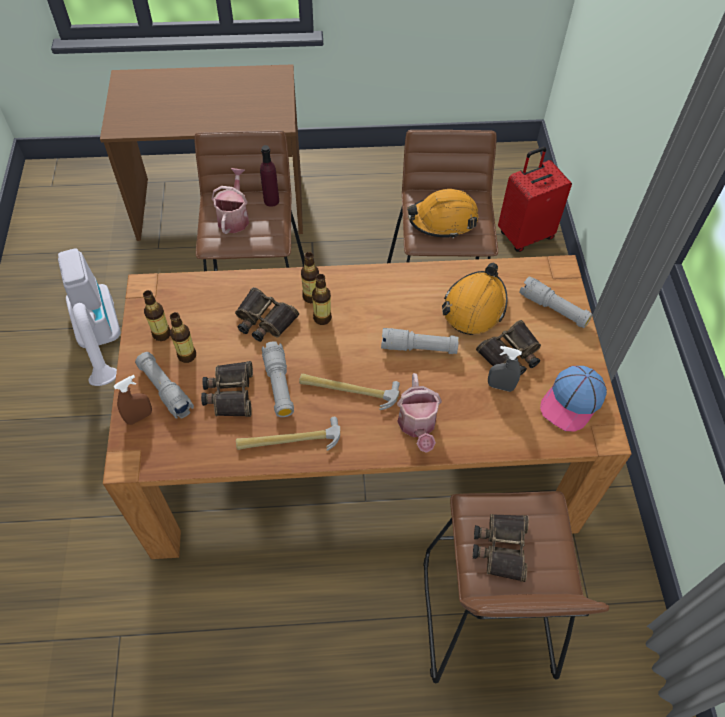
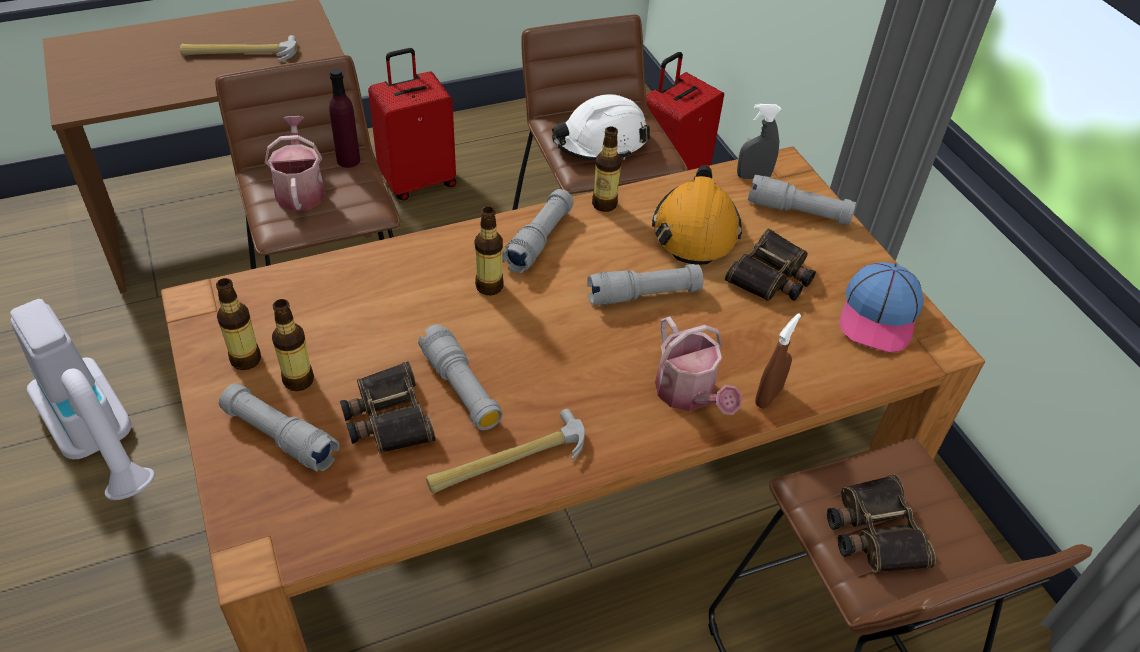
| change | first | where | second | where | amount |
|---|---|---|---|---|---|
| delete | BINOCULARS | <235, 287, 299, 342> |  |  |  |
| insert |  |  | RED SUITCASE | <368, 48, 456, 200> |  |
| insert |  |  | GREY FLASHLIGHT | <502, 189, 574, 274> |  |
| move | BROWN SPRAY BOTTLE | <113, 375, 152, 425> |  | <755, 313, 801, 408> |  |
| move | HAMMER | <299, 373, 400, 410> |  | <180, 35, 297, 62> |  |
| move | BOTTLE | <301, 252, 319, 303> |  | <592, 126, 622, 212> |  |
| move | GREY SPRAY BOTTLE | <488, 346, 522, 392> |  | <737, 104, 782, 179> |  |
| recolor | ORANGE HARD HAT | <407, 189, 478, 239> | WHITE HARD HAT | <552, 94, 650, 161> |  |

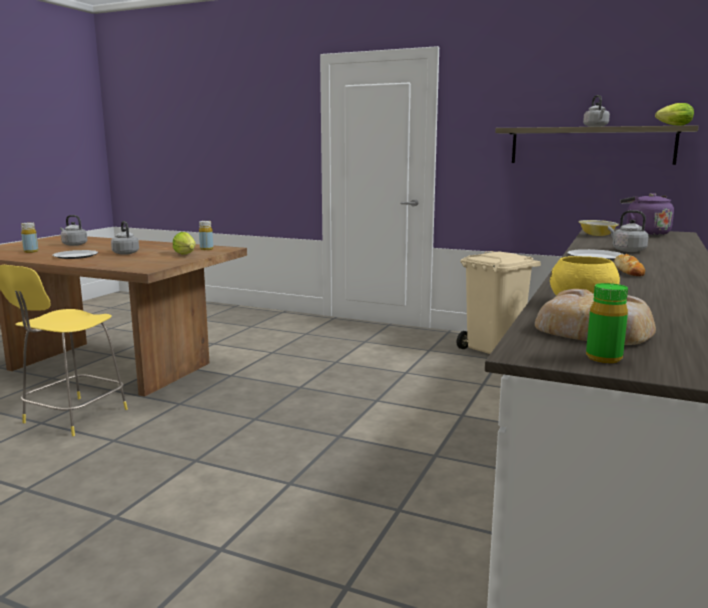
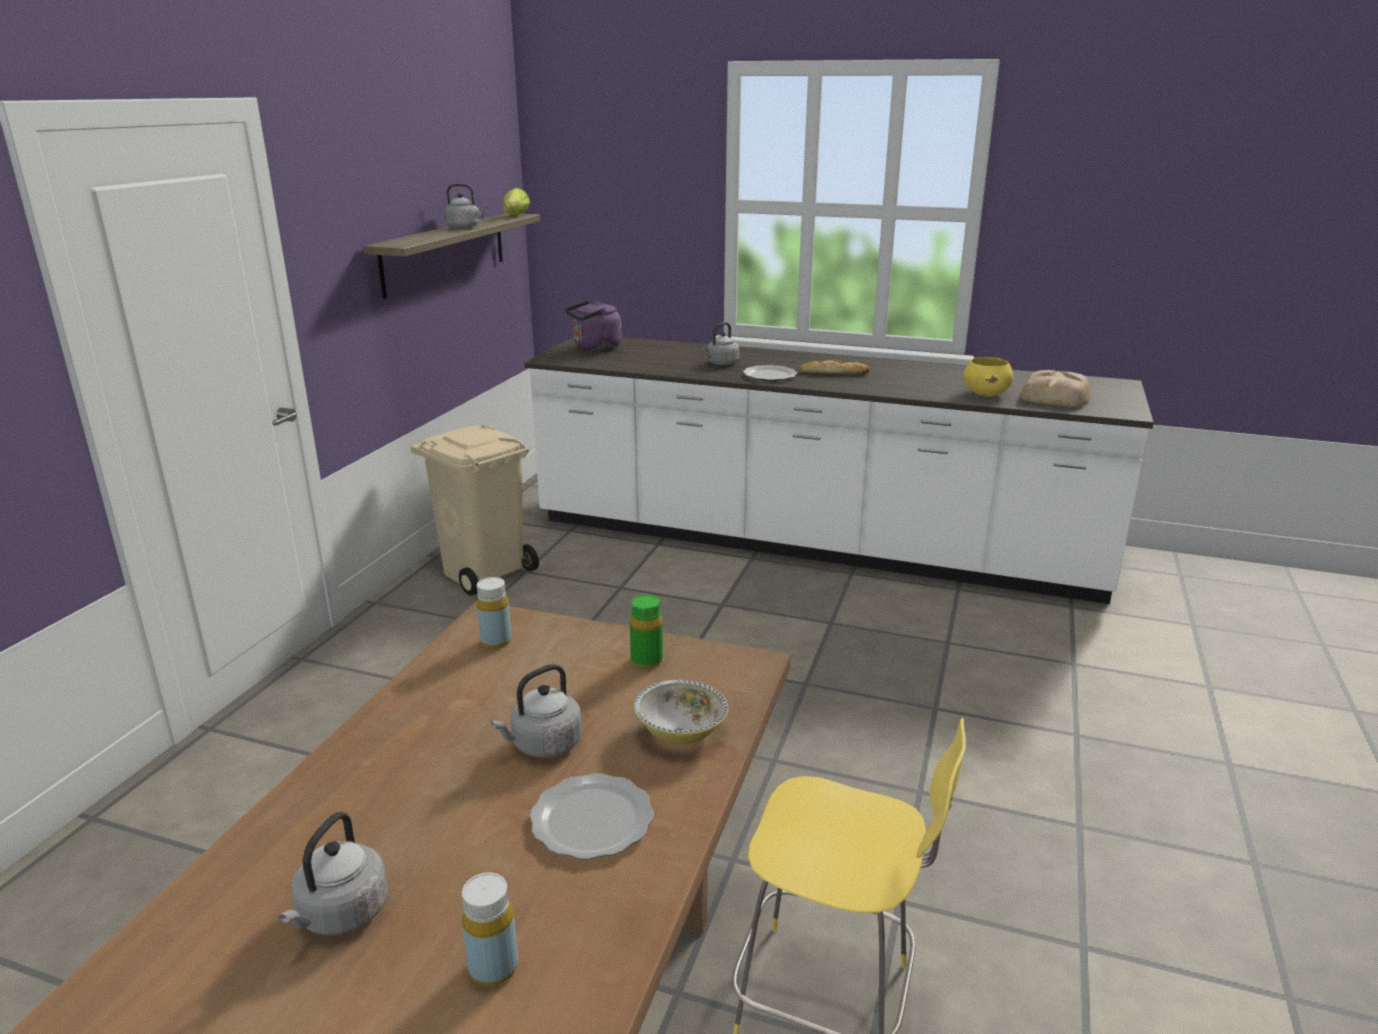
| change | first | where | second | where | amount |
|---|---|---|---|---|---|
| delete | LETTUCE | <173, 232, 196, 255> |  |  |  |
| move | BOWL | <579, 220, 619, 236> |  | <633, 680, 728, 745> |  |
| move | GREEN BOTTLE | <586, 283, 628, 363> |  | <630, 595, 663, 669> |  |

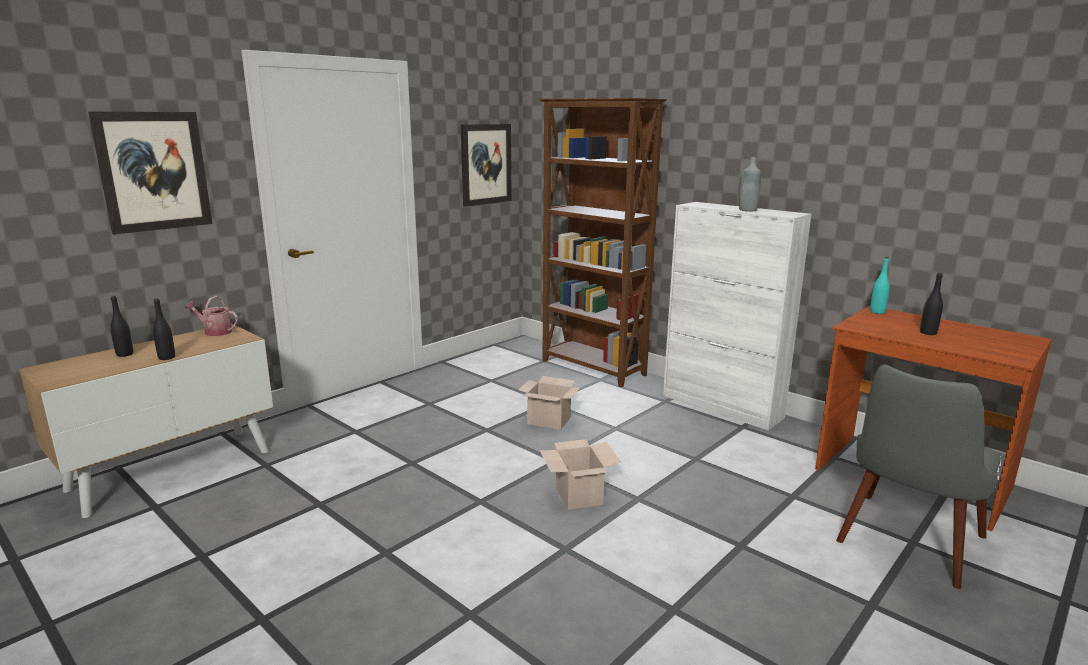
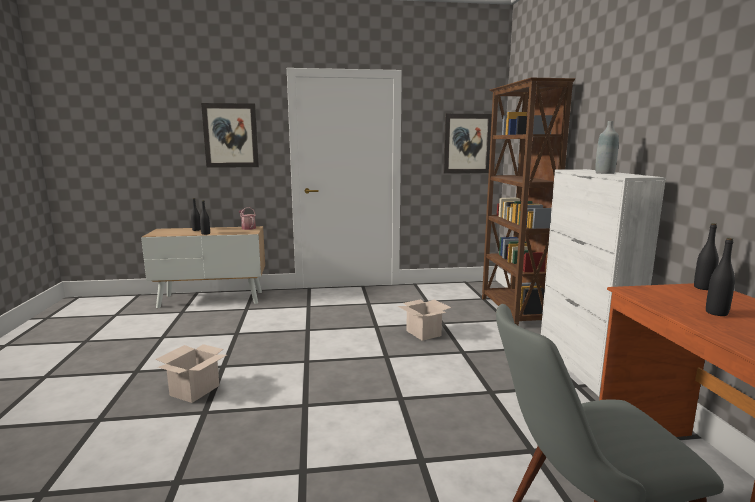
| change | first | where | second | where | amount |
|---|---|---|---|---|---|
| move | CARDBOARD BOX | <539, 439, 621, 510> |  | <155, 344, 227, 403> |  |
| recolor | TURQUOISE BOTTLE | <870, 257, 890, 314> | BLACK BOTTLE | <694, 223, 719, 290> |  |

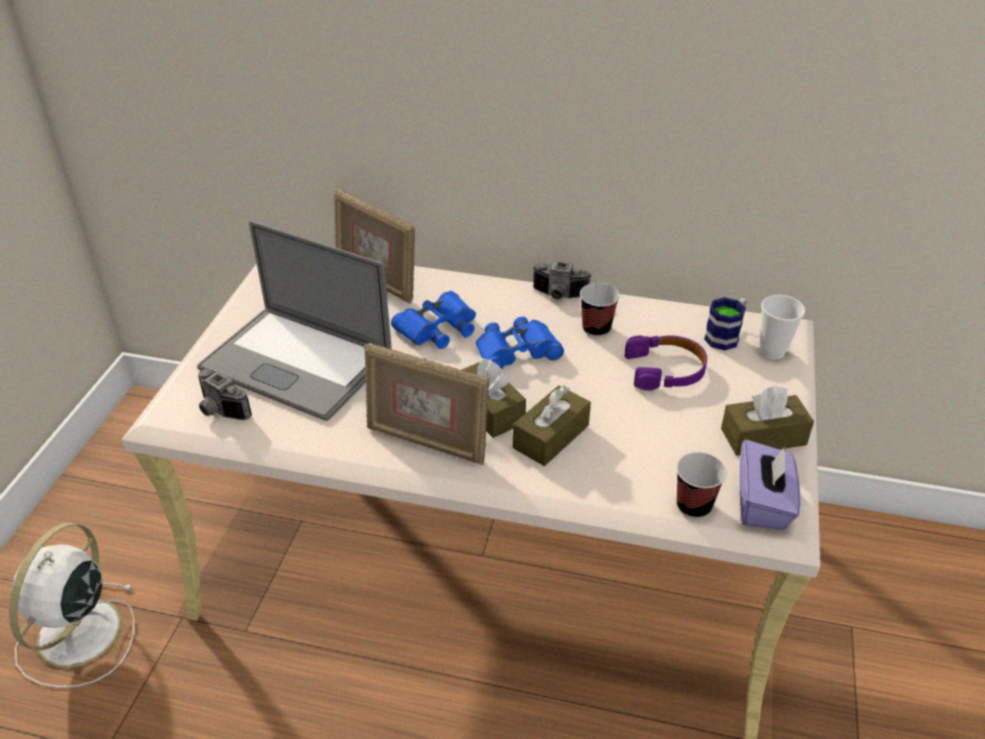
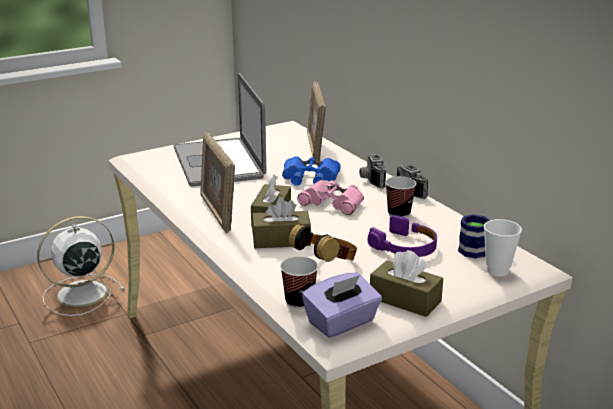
| change | first | where | second | where | amount |
|---|---|---|---|---|---|
| insert |  |  | HEADPHONES | <289, 224, 357, 262> |  |
| move | PHOTO CAMERA | <198, 369, 252, 420> |  | <360, 153, 386, 189> |  |
| recolor | BLUE BINOCULARS | <476, 317, 564, 369> | PINK BINOCULARS | <297, 179, 364, 215> |  |

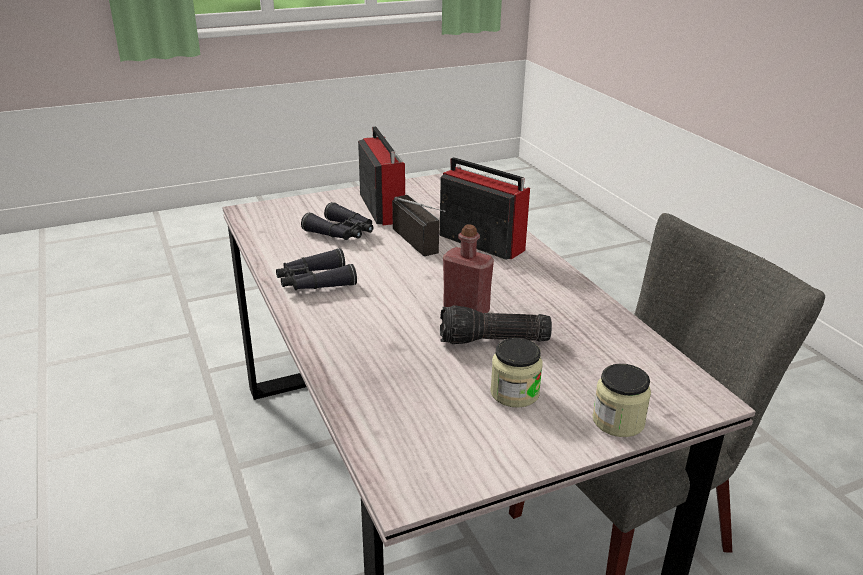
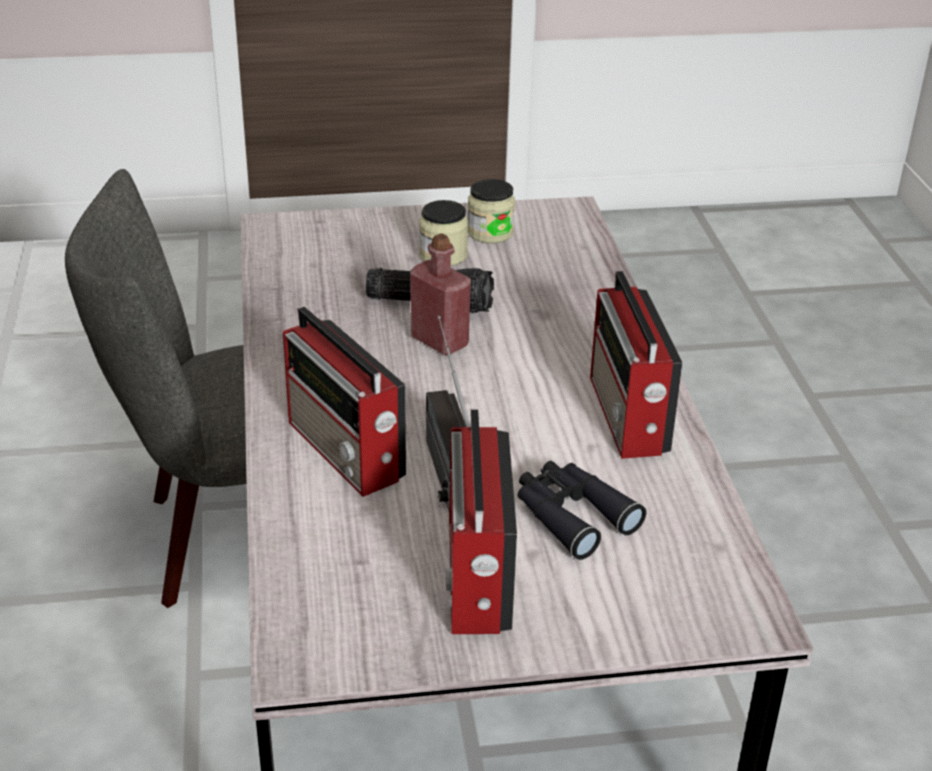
| change | first | where | second | where | amount |
|---|---|---|---|---|---|
| move | JAR | <592, 364, 651, 437> |  | <468, 179, 515, 243> |  |
| replace | BLACK BINOCULARS | <276, 248, 357, 290> | RADIO | <590, 271, 683, 459> |  |

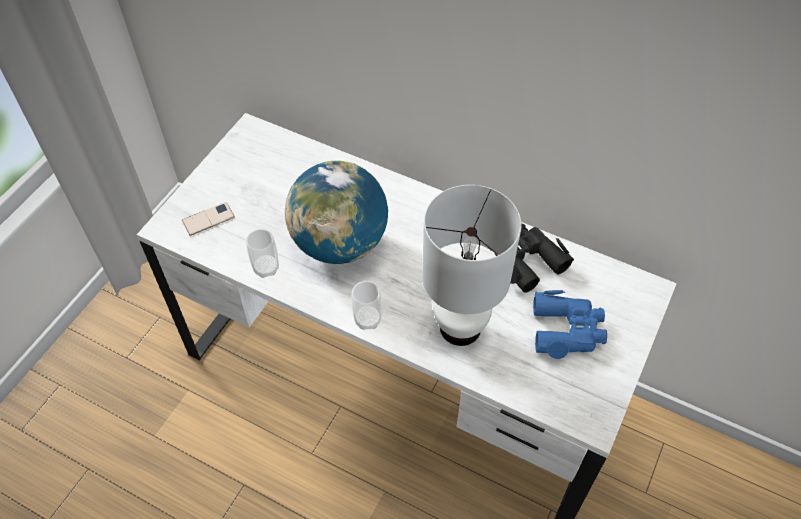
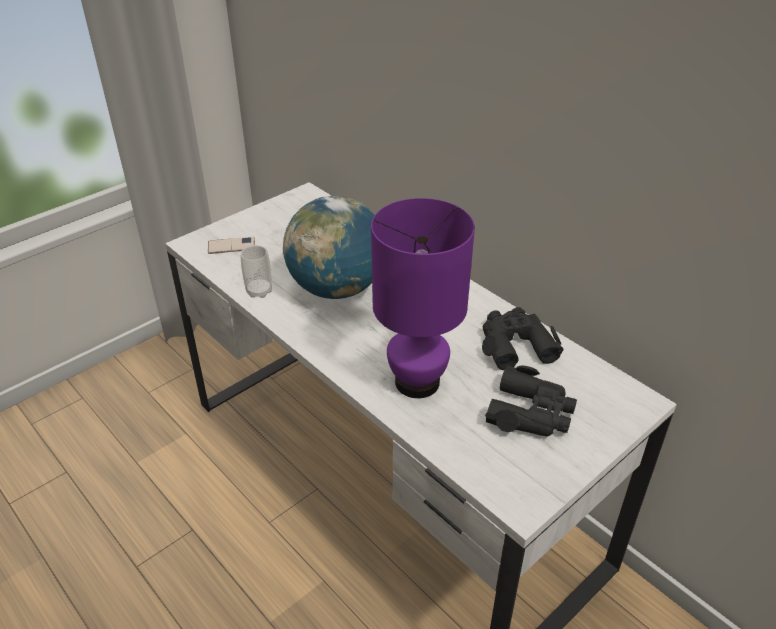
| change | first | where | second | where | amount |
|---|---|---|---|---|---|
| delete | CUP | <351, 281, 382, 330> |  |  |  |
| recolor | WHITE TABLE LAMP | <422, 185, 522, 346> | PURPLE TABLE LAMP | <371, 198, 475, 398> |  |
| recolor | BLUE BINOCULARS | <533, 290, 607, 359> | BLACK BINOCULARS | <485, 365, 577, 437> |  |

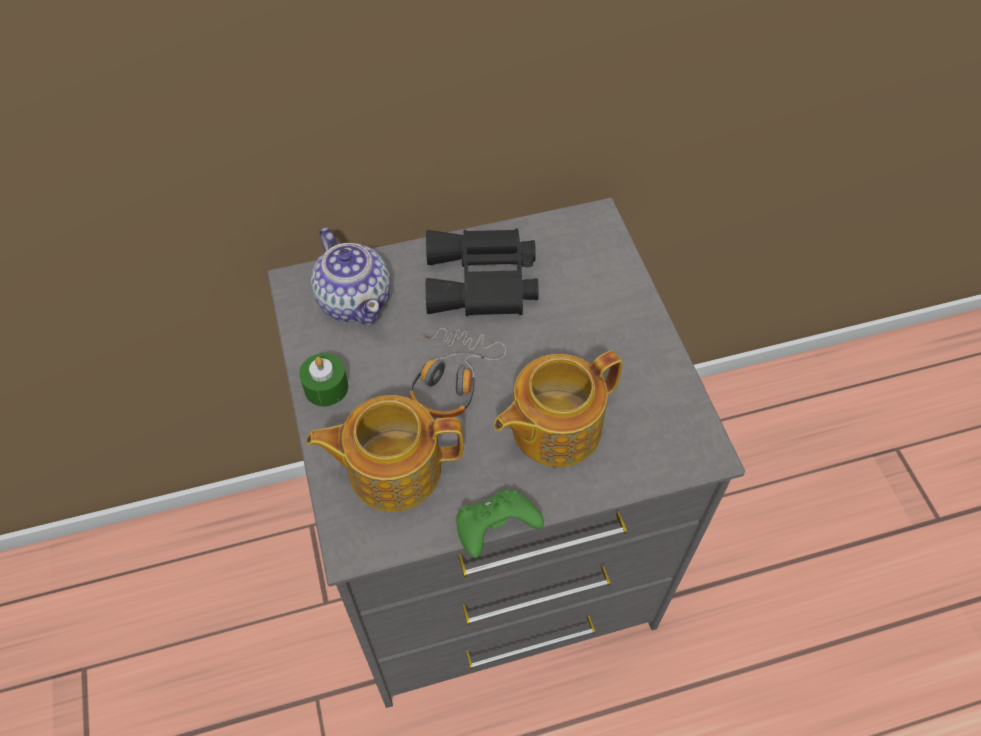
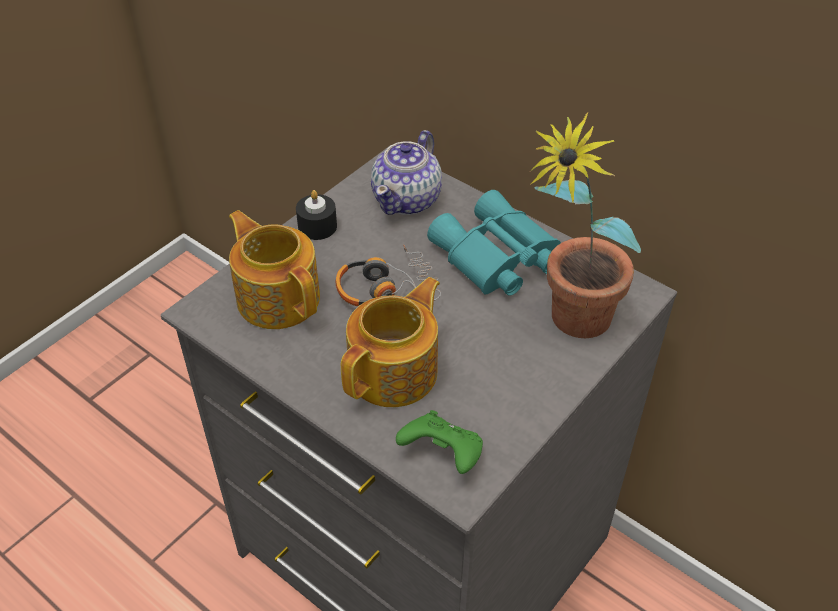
| change | first | where | second | where | amount |
|---|---|---|---|---|---|
| insert |  |  | POTTED PLANT | <529, 112, 641, 338> |  |
| move | GREEN GAME CONTROLLER | <456, 490, 544, 558> |  | <396, 410, 483, 474> |  |
| recolor | GREEN CANDLE | <299, 353, 348, 406> | BLACK CANDLE | <296, 190, 337, 240> |  |
| recolor | BLACK BINOCULARS | <426, 229, 539, 316> | TURQUOISE BINOCULARS | <427, 190, 561, 296> |  |
| rotate | TEAPOT | <494, 351, 623, 467> |  | <341, 277, 440, 407> | 105 degrees clockwise |

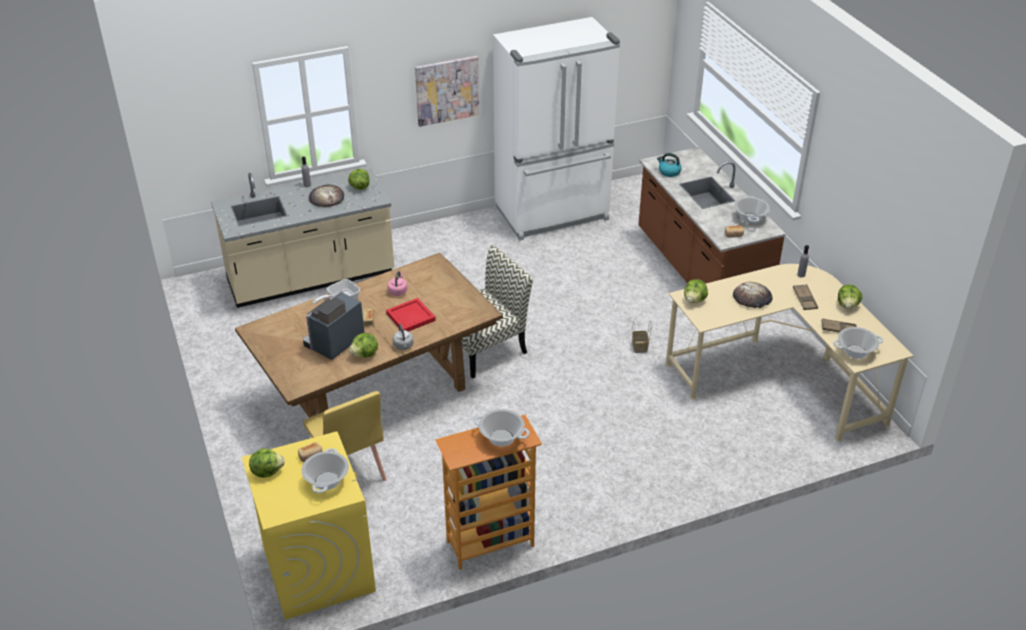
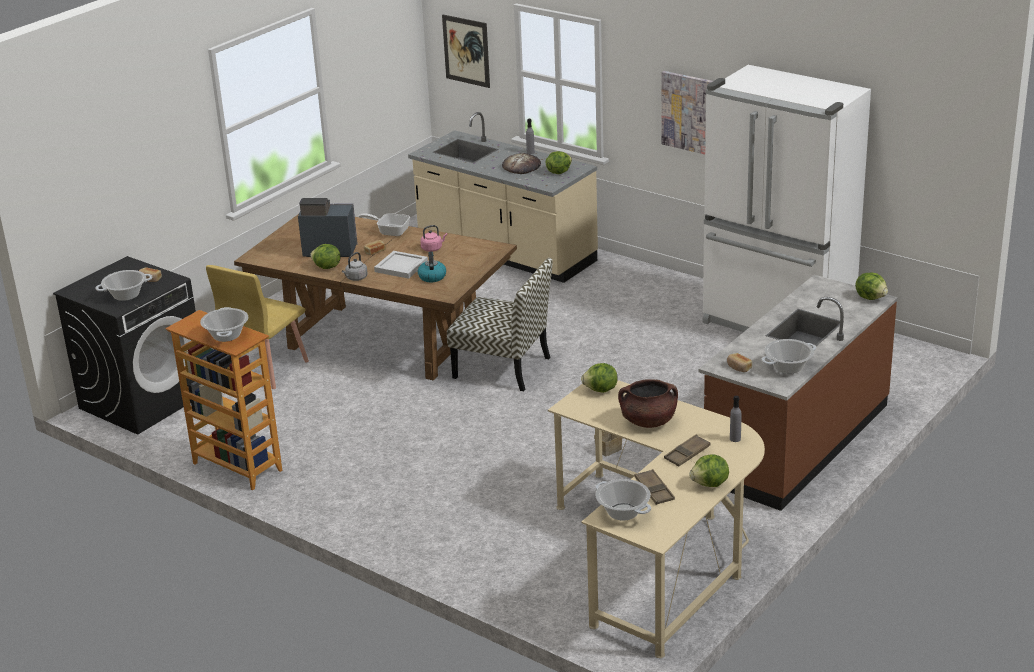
| change | first | where | second | where | amount |
|---|---|---|---|---|---|
| insert |  |  | PICTURE | <442, 15, 490, 88> |  |
| move | LETTUCE | <249, 448, 285, 478> |  | <855, 273, 888, 300> |  |
| move | KETTLE | <657, 153, 682, 177> |  | <418, 251, 446, 282> |  |
| replace | BREAD | <733, 282, 772, 308> | BROWN COOKING POT | <618, 379, 678, 428> |  |
| recolor | YELLOW WASHING MACHINE | <241, 431, 376, 620> | BLACK WASHING MACHINE | <53, 256, 196, 434> |  |
| recolor | RED TRAY | <386, 298, 436, 332> | WHITE TRAY | <374, 251, 428, 279> |  |

